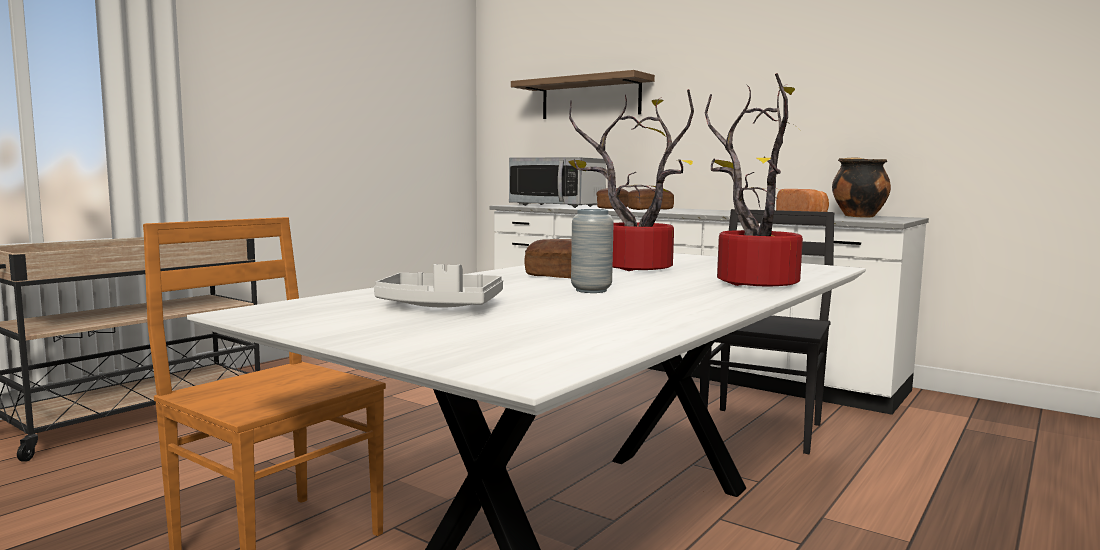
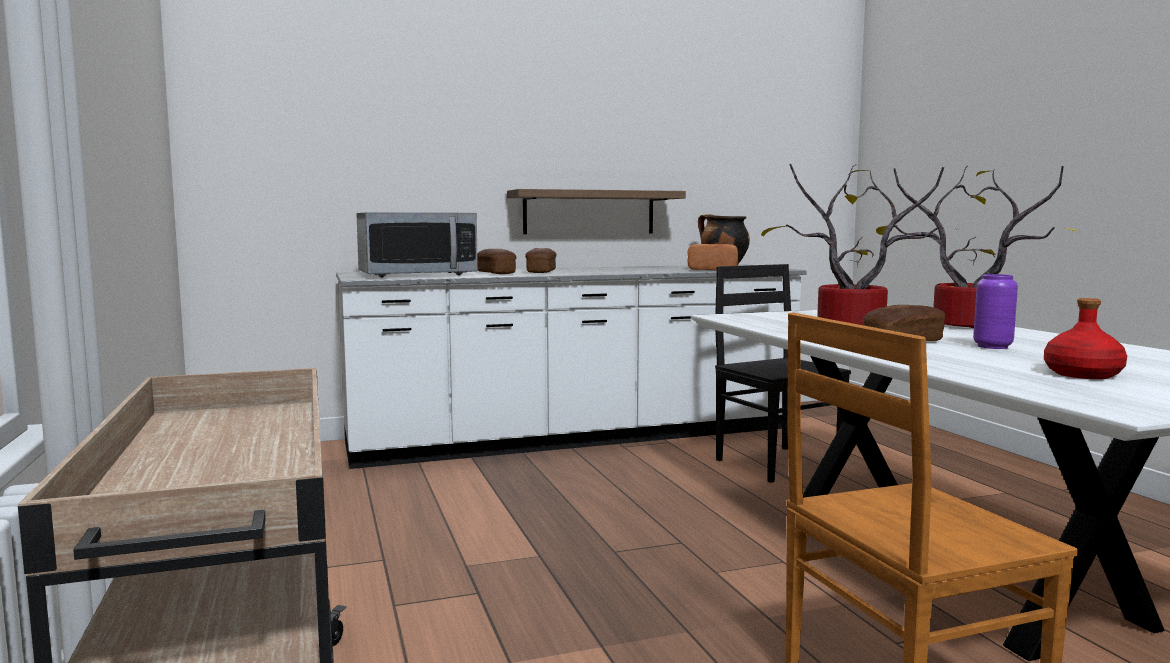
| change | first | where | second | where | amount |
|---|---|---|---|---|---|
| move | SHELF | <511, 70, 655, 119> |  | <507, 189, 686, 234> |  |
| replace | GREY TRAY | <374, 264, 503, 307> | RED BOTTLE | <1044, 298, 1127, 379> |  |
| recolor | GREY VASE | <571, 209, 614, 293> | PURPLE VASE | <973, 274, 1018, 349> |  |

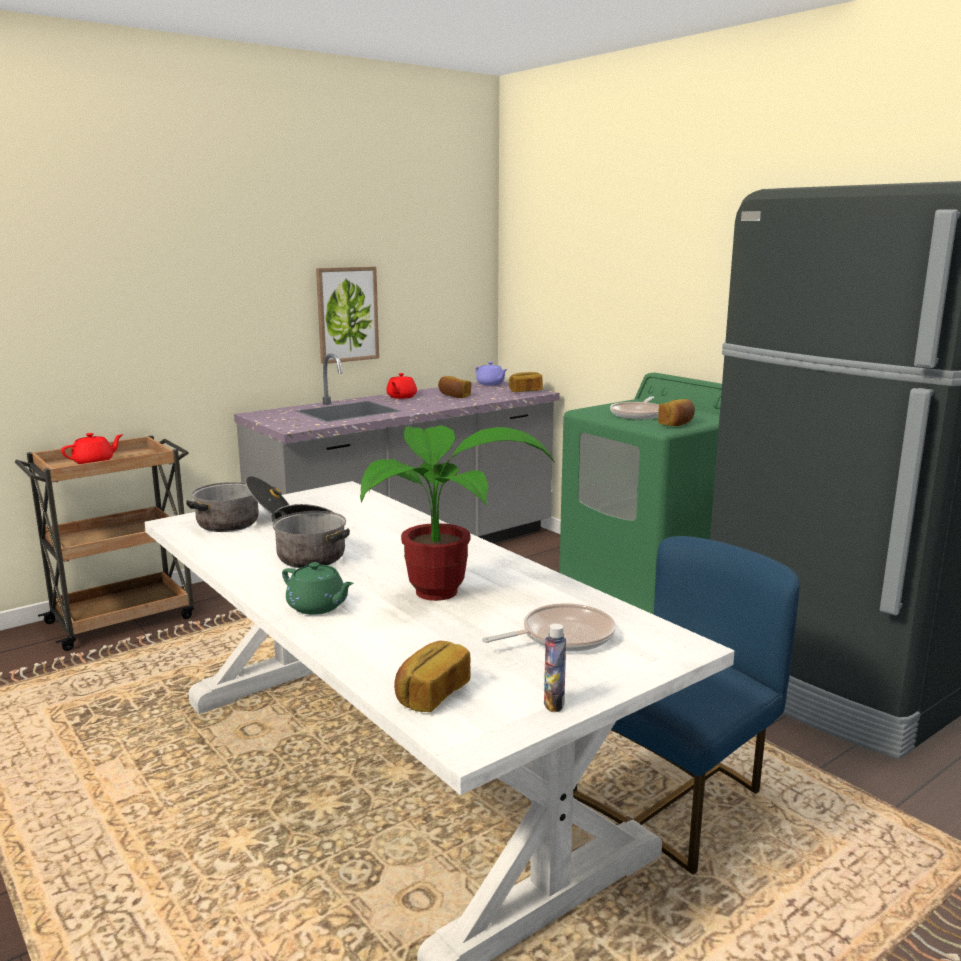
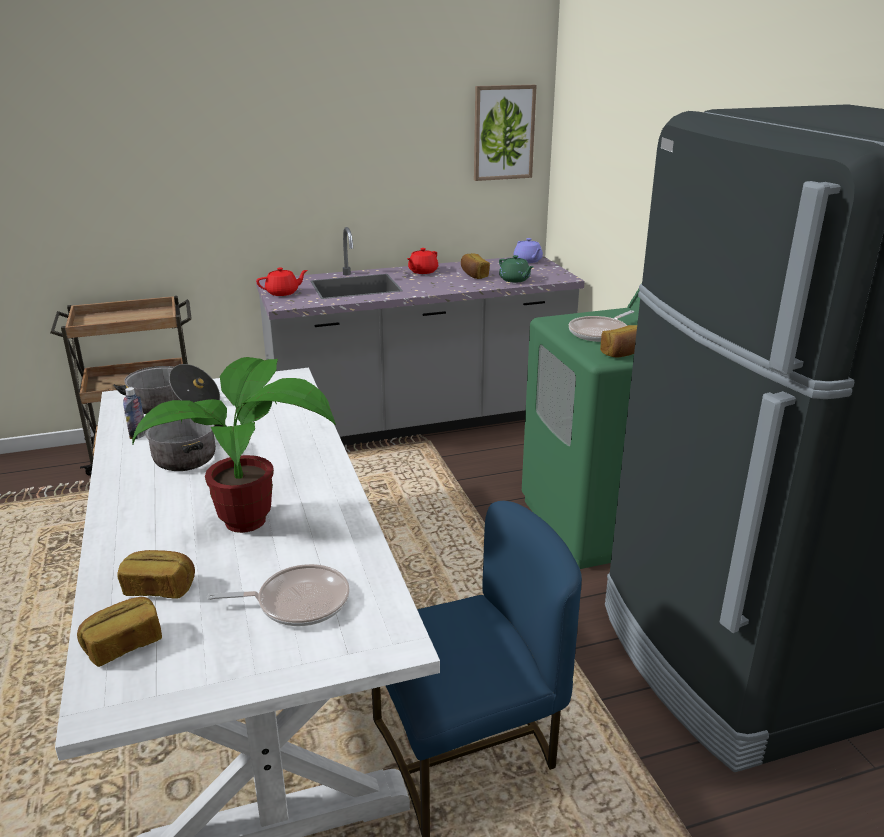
| change | first | where | second | where | amount |
|---|---|---|---|---|---|
| move | RED TEAPOT | <61, 433, 123, 464> |  | <256, 267, 308, 296> |  |
| move | GREEN TEAPOT | <282, 562, 354, 615> |  | <499, 255, 534, 283> |  |
| move | PICTURE | <316, 267, 379, 364> |  | <474, 85, 537, 181> |  |
| move | BREAD | <509, 372, 543, 392> |  | <117, 550, 195, 599> |  |
| move | BOTTLE | <544, 623, 566, 712> |  | <123, 387, 145, 439> |  |

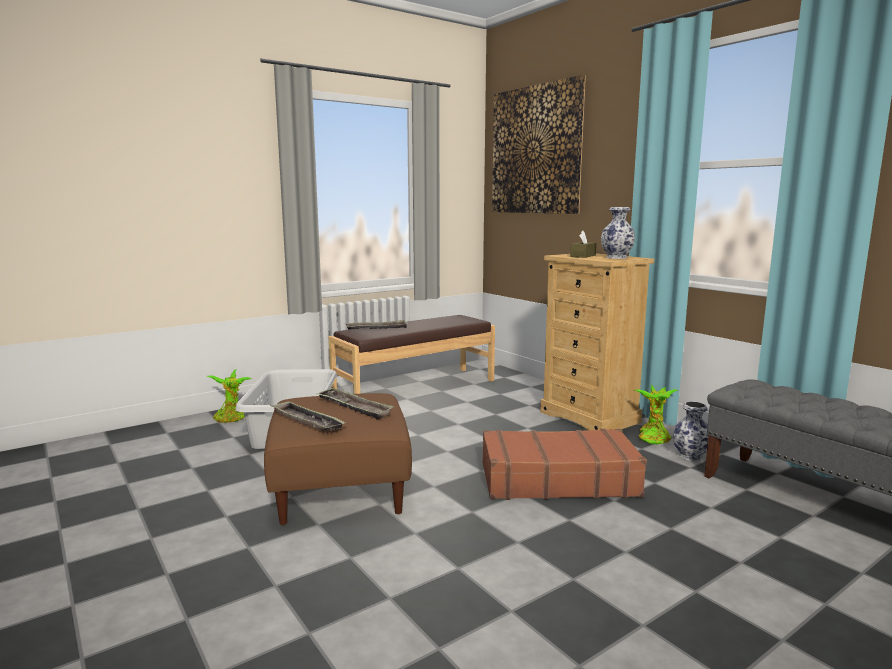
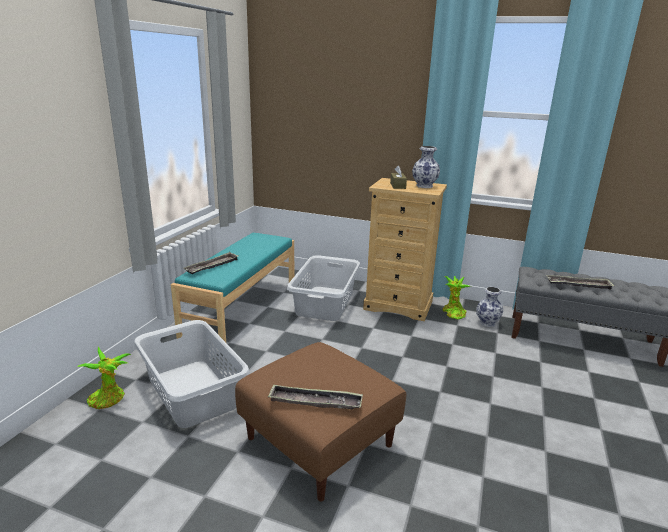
| change | first | where | second | where | amount |
|---|---|---|---|---|---|
| delete | BROWN SUITCASE | <483, 429, 647, 500> |  |  |  |
| delete | PICTURE | <492, 75, 586, 214> |  |  |  |
| insert |  |  | GREY LAUNDRY BASKET | <287, 255, 360, 321> |  |
| move | TRAY | <317, 388, 394, 420> |  | <546, 275, 614, 290> |  |
| recolor | BROWN BENCH | <329, 315, 495, 394> | TURQUOISE BENCH | <171, 233, 294, 342> |  |

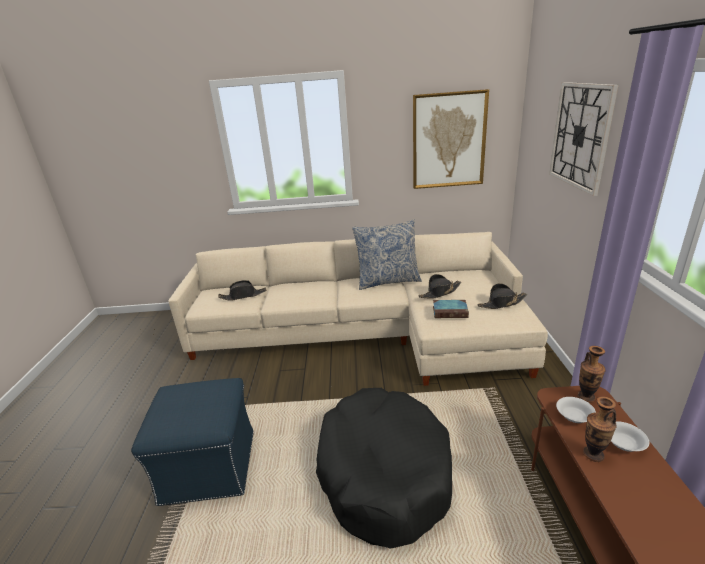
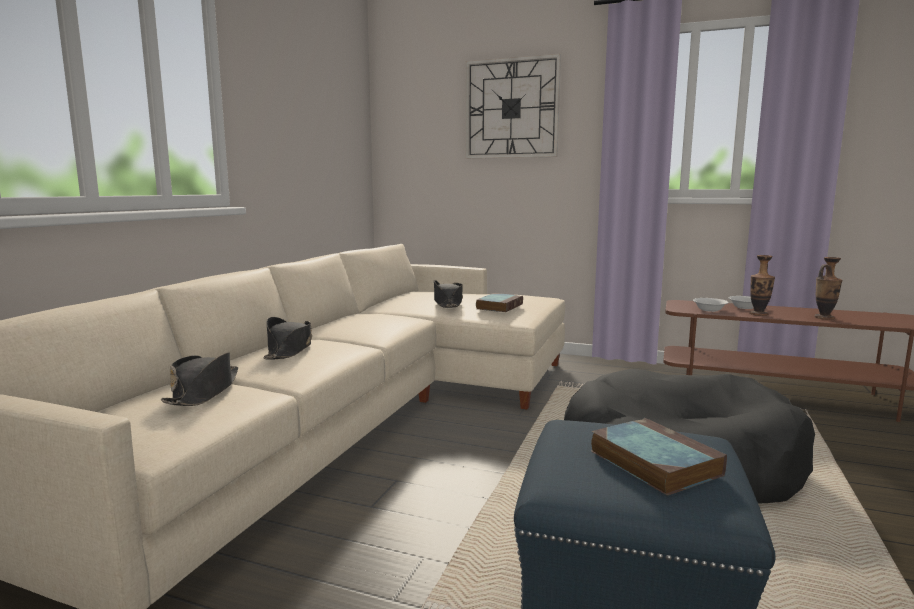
| change | first | where | second | where | amount |
|---|---|---|---|---|---|
| delete | PILLOW | <352, 219, 421, 290> |  |  |  |
| delete | PICTURE | <413, 89, 489, 189> |  |  |  |
| insert |  |  | BOOK | <591, 418, 727, 496> |  |
| move | BLACK HAT | <478, 283, 527, 309> |  | <263, 317, 312, 360> |  |
| move | VASE | <577, 346, 606, 403> |  | <814, 257, 842, 320> |  |

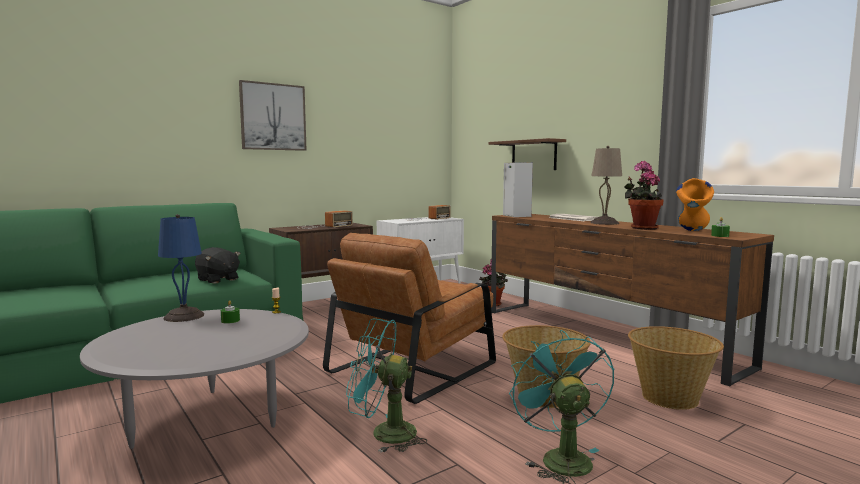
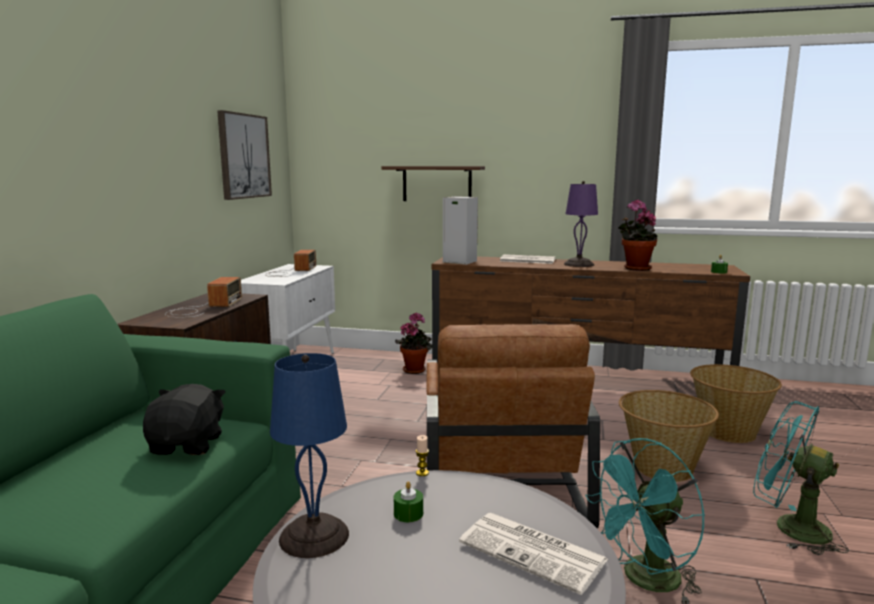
| change | first | where | second | where | amount |
|---|---|---|---|---|---|
| delete | ORANGE VASE | <676, 178, 714, 231> |  |  |  |
| insert |  |  | NEWSPAPER | <459, 513, 608, 595> |  |
| move | PICTURE | <239, 80, 307, 151> |  | <217, 110, 272, 200> |  |
| recolor | BEIGE TABLE LAMP | <590, 146, 622, 225> | PURPLE TABLE LAMP | <564, 181, 598, 267> |  |
| rotate | BLACK PLUSH TOY | <195, 247, 240, 284> |  | <143, 384, 225, 455> | 90 degrees counterclockwise |

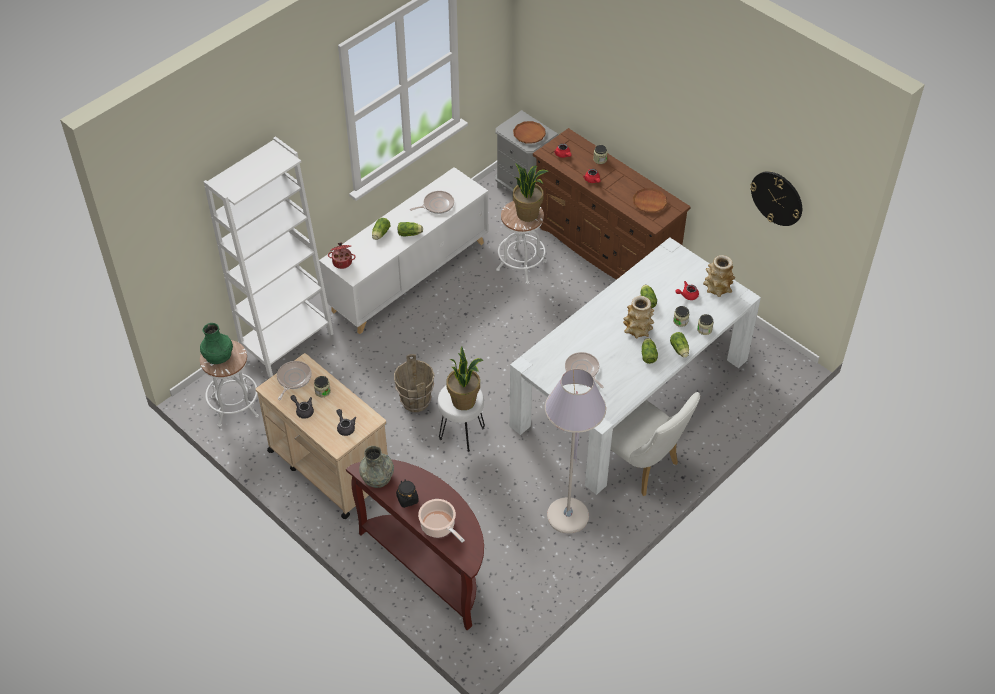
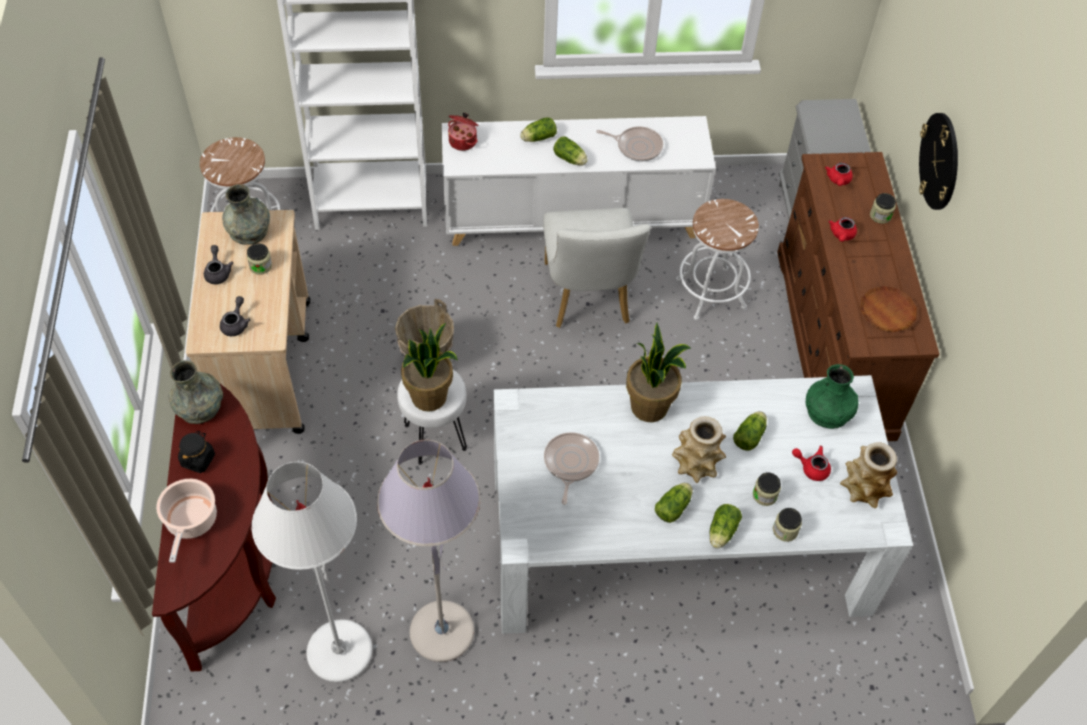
| change | first | where | second | where | amount |
|---|---|---|---|---|---|
| delete | BROWN PLATE | <513, 121, 546, 144> |  |  |  |
| insert |  |  | WHITE FLOOR LAMP | <252, 462, 372, 682> |  |
| move | GREEN VASE | <200, 323, 233, 364> |  | <805, 364, 858, 429> |  |
| move | POTTED PLANT | <513, 163, 549, 222> |  | <626, 323, 691, 422> |  |
| move | WHITE CHAIR | <611, 392, 700, 496> |  | <543, 208, 651, 328> |  |
| move | WALL CLOCK | <750, 171, 802, 226> |  | <919, 113, 958, 210> |  |
| replace | FRYING PAN | <277, 361, 312, 400> | GREY VASE | <222, 184, 270, 245> |  |

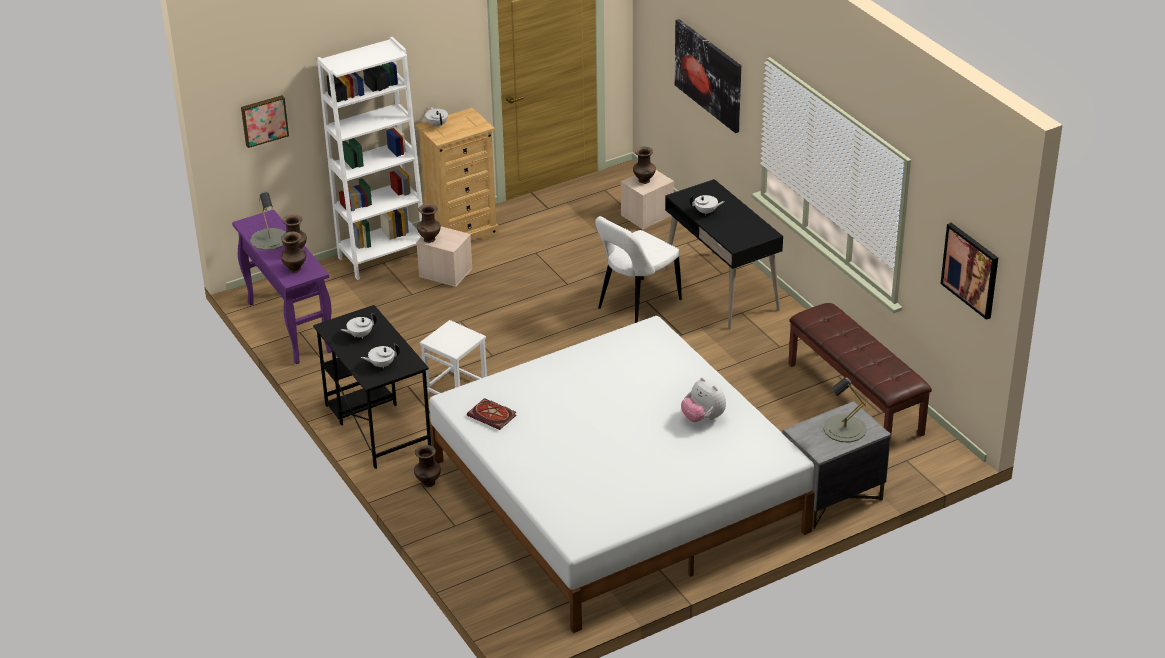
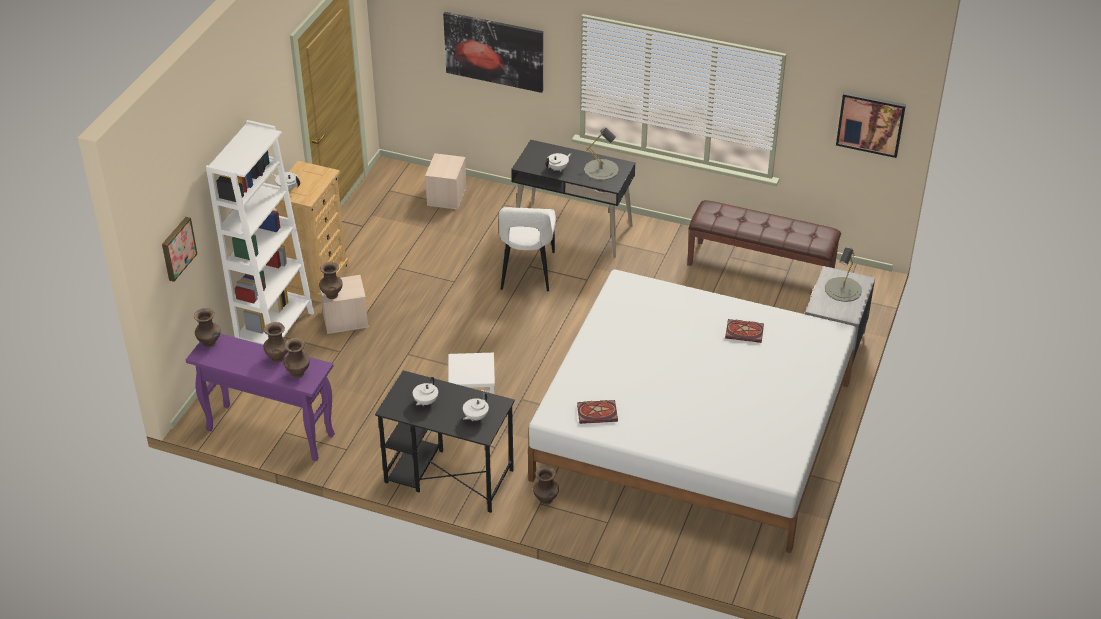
| change | first | where | second | where | amount |
|---|---|---|---|---|---|
| move | GREY TABLE LAMP | <250, 192, 286, 250> |  | <584, 128, 619, 180> |  |
| move | BROWN VASE | <633, 147, 656, 184> |  | <194, 308, 221, 347> |  |
| replace | PLUSH TOY | <681, 378, 726, 422> | BOOK | <725, 319, 764, 343> |  |

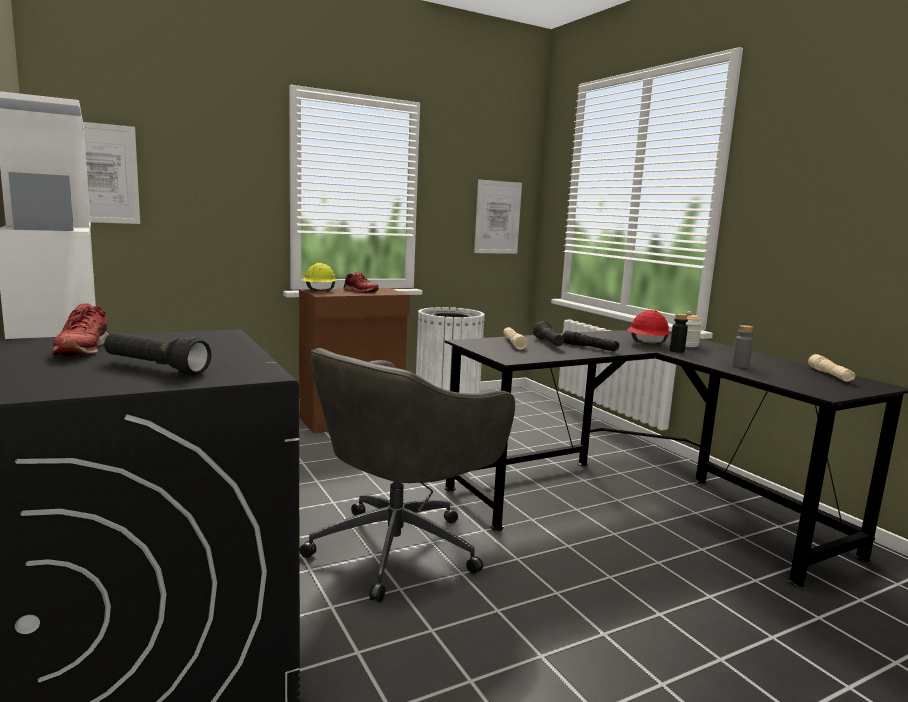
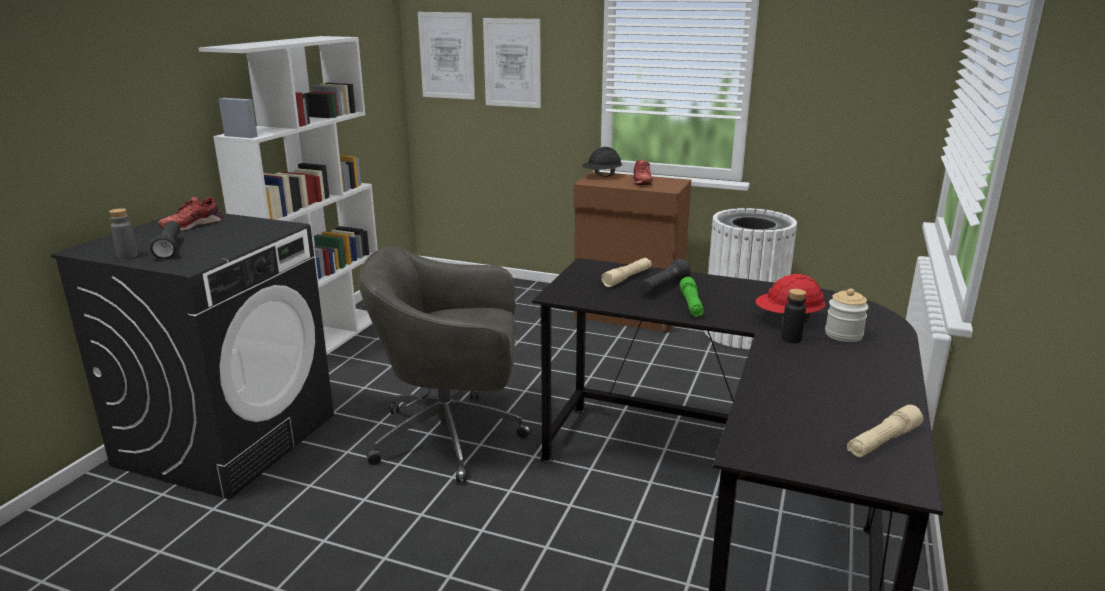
| change | first | where | second | where | amount |
|---|---|---|---|---|---|
| move | PICTURE | <474, 179, 522, 254> |  | <483, 18, 541, 108> |  |
| move | GREY BOTTLE | <732, 325, 753, 368> |  | <109, 208, 138, 259> |  |
| recolor | YELLOW HARD HAT | <302, 263, 337, 291> | BLACK HARD HAT | <582, 147, 622, 177> |  |
| recolor | BLACK FLASHLIGHT | <563, 331, 619, 351> | GREEN FLASHLIGHT | <680, 277, 704, 317> |  |

